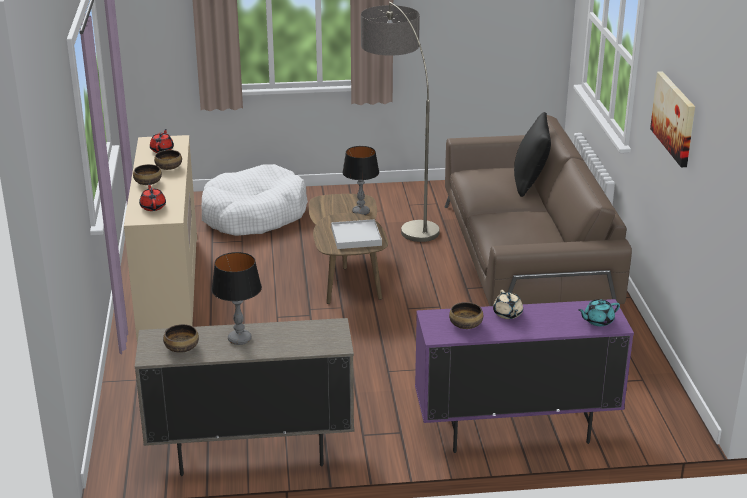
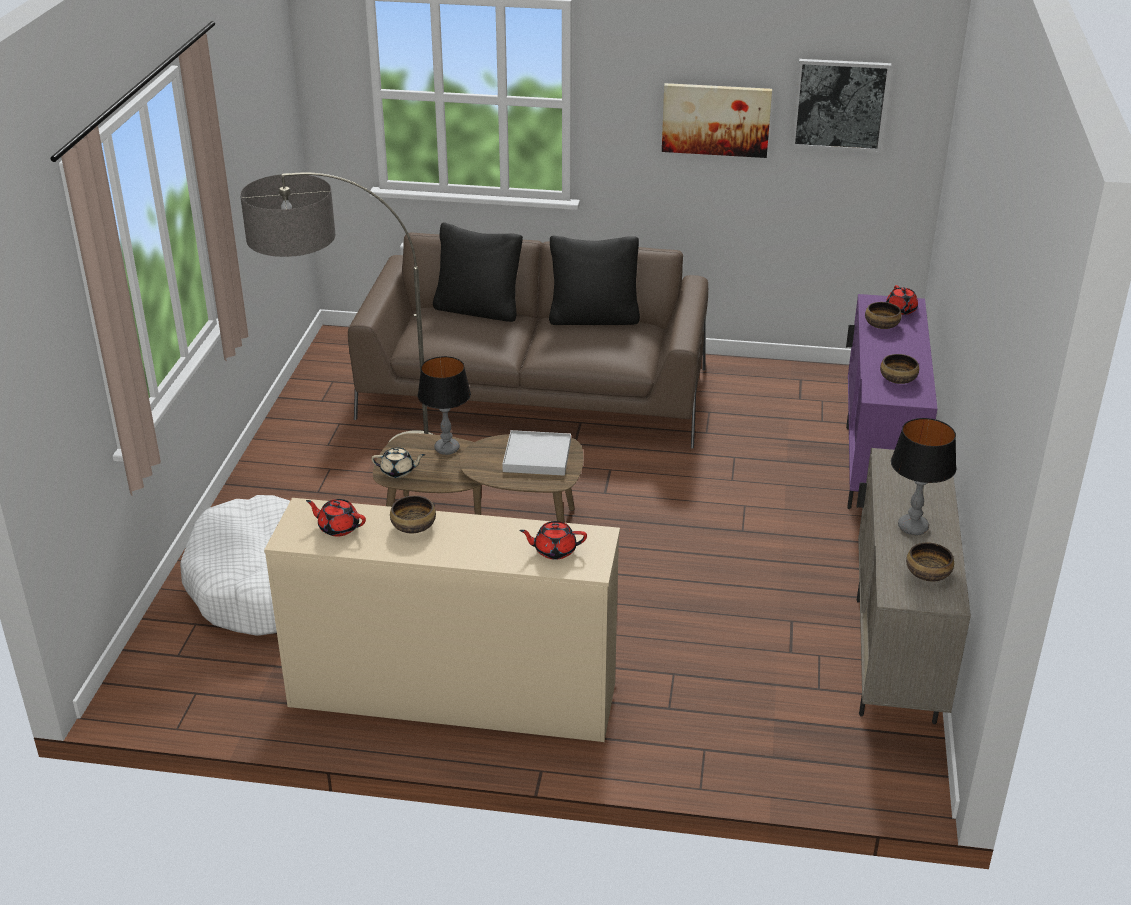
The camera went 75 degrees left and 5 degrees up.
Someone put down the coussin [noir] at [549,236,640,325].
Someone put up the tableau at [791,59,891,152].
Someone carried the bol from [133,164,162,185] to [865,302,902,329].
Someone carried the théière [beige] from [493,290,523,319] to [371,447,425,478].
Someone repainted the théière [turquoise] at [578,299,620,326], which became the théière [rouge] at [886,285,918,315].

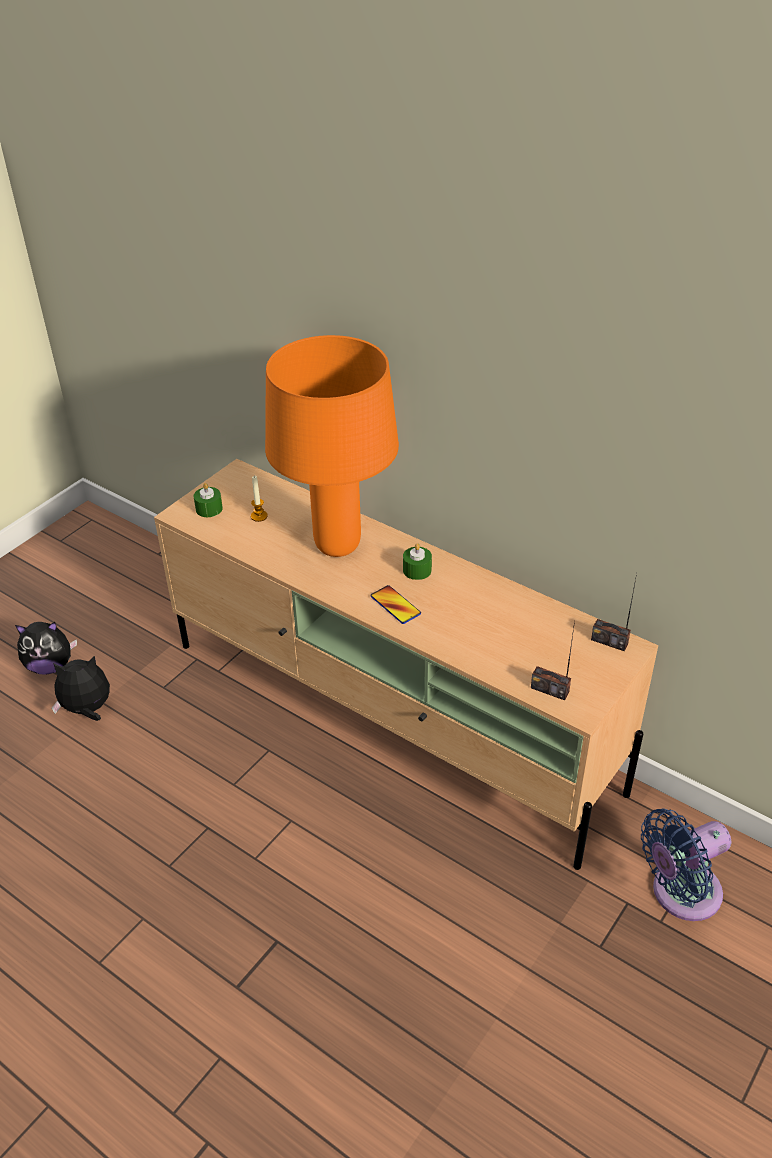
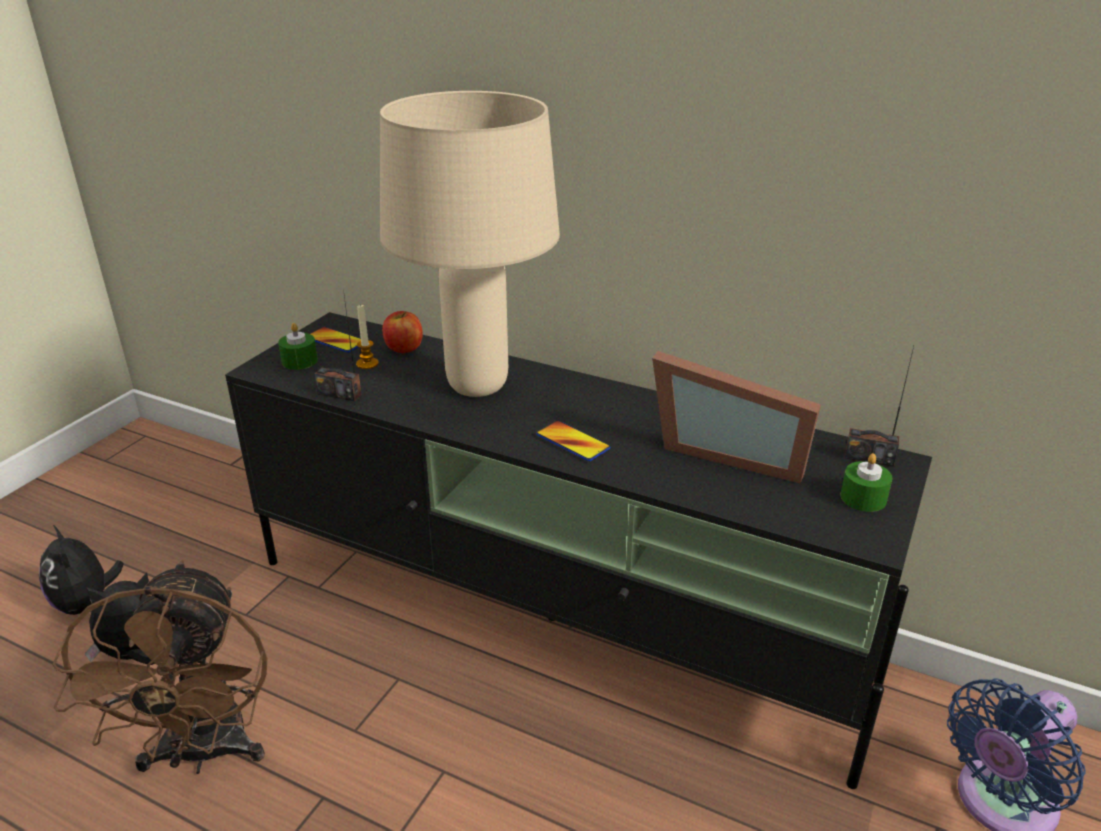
The camera went 10 degrees left and 10 degrees down.
Someone put down the ventilateur [marron] at [53,561,267,774].
Someone put down the téléphone at [309,327,361,353].
Someone put down the pomme at [382,311,423,353].
Someone put down the cadre photo at [652,351,821,483].
Someone carried the bougie [vert] from [403,543,432,580] to [841,453,892,512].
Someone carried the radio from [531,621,575,700] to [314,290,362,401].
Someone repainted the meuble télé [beige] at [154,459,658,870], which became the meuble télé [noir] at [225,312,932,789].
Someone repainted the lampe de table [orange] at [265,335,399,557], which became the lampe de table [beige] at [380,91,560,397].
Someone rotated the peluche at [15,622,77,675] by 75 degrees clockwise.

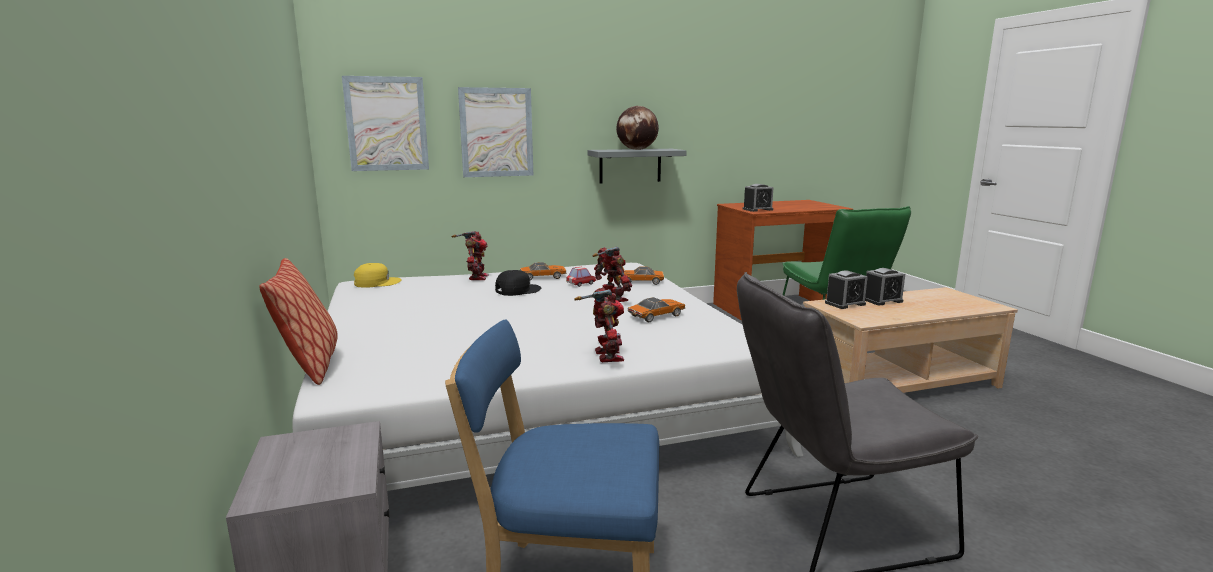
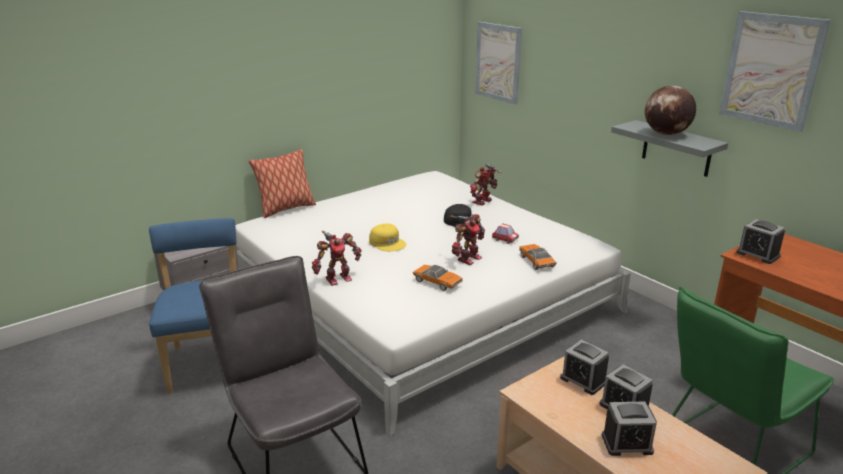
The camera went 70 degrees right and 10 degrees up.
Someone took away the petite voiture at [520,262,566,280].
Someone put down the réveil at [602,402,657,456].
Someone carried the casquette [jaune] from [354,263,402,288] to [369,223,406,251].
Someone carried the tableau from [458,87,533,177] to [719,11,831,132].
Someone rotated the robot jouet at [452,231,489,280] by 150 degrees clockwise.

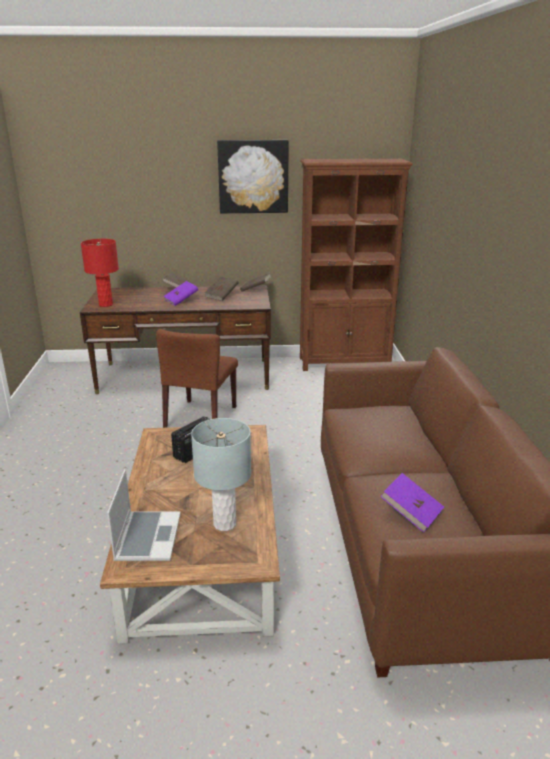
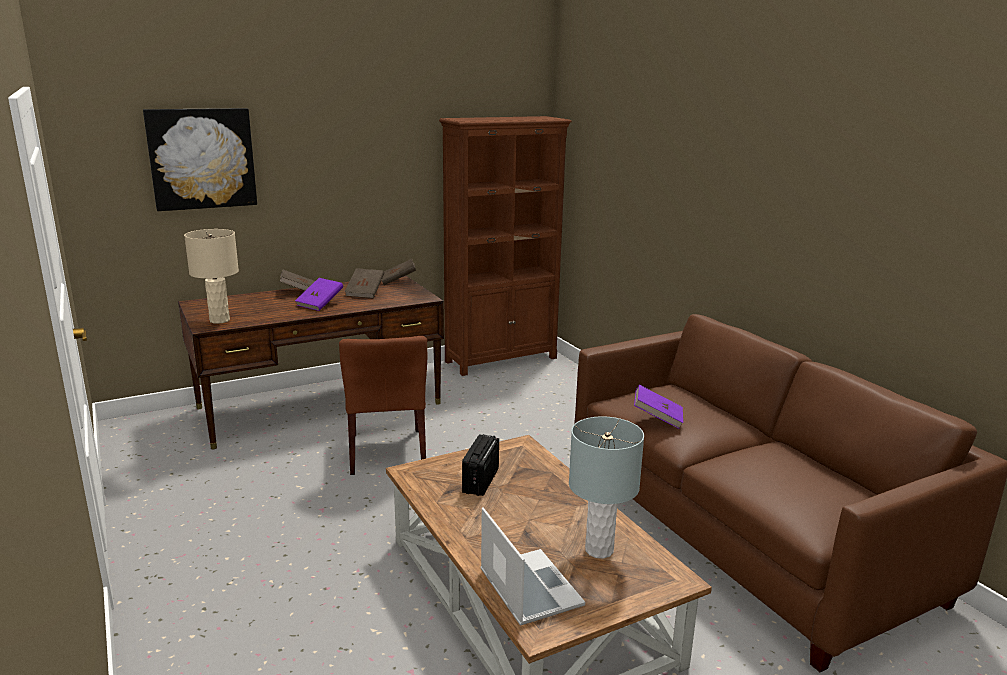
The camera went 25 degrees left and 5 degrees down.
Someone carried the tableau from [217,140,289,213] to [143,108,257,211].
Someone carried the livre [violet] from [380,473,444,533] to [634,385,683,429].
Someone repainted the lampe de table [rouge] at [81,239,119,307], which became the lampe de table [beige] at [184,229,239,324].

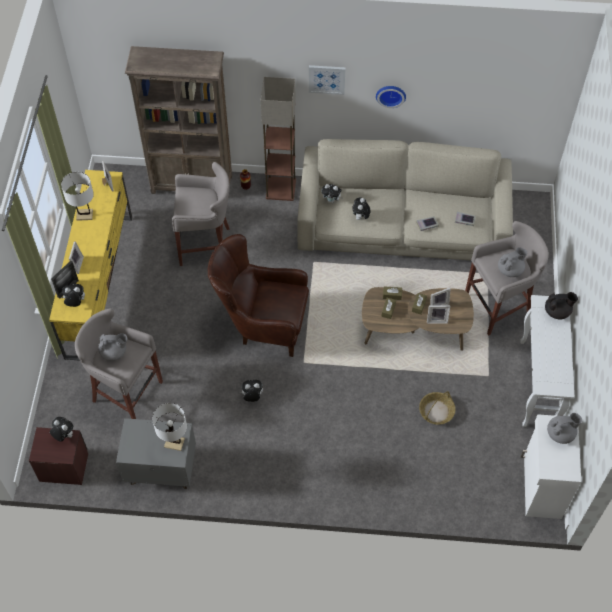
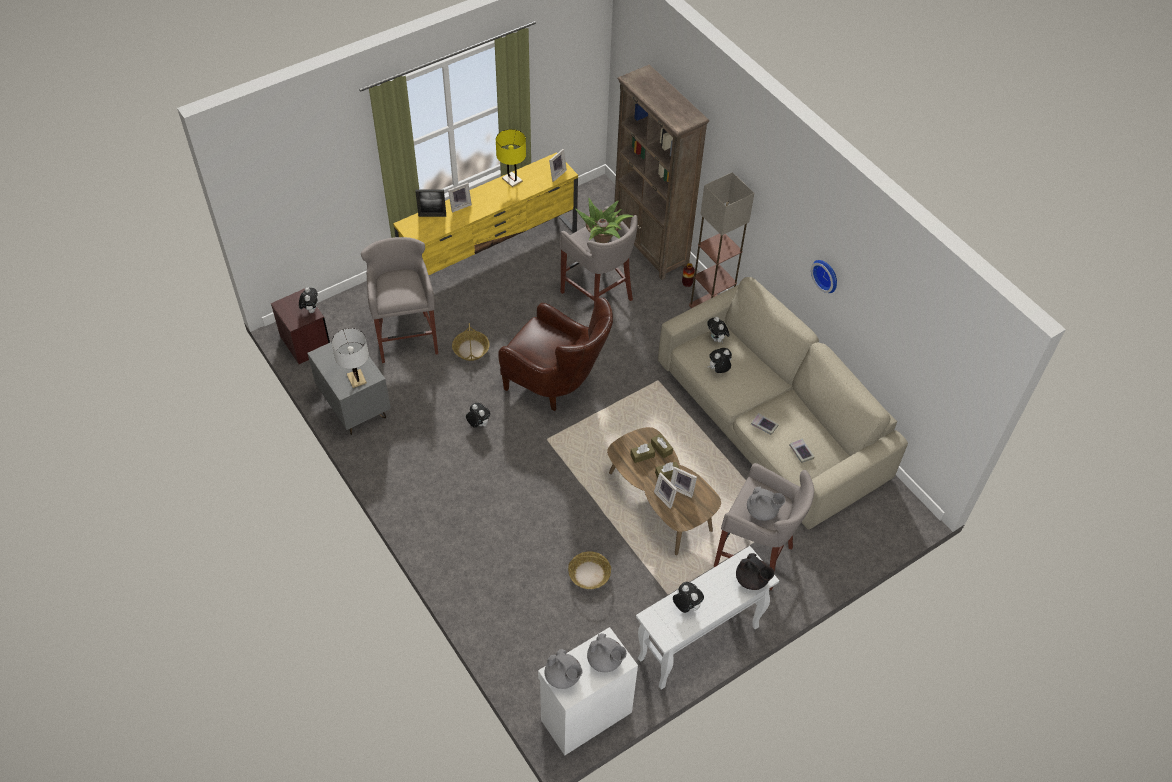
The camera went 50 degrees right and 5 degrees down.
Someone took away the tableau at [309,65,346,95].
Someone put down the panier at [452,323,490,361].
Someone put down the plante en pot at [575,198,633,243].
Someone carried the peluche from [61,284,85,307] to [673,582,704,613].
Someone carried the théière [gris] from [98,333,127,361] to [545,649,583,689].
Someone repainted the lampe de table [blanc] at [61,172,94,221], which became the lampe de table [jaune] at [496,129,526,187].
Someone rotated the fauteuil [marron] at [208,234,309,357] by 150 degrees clockwise.

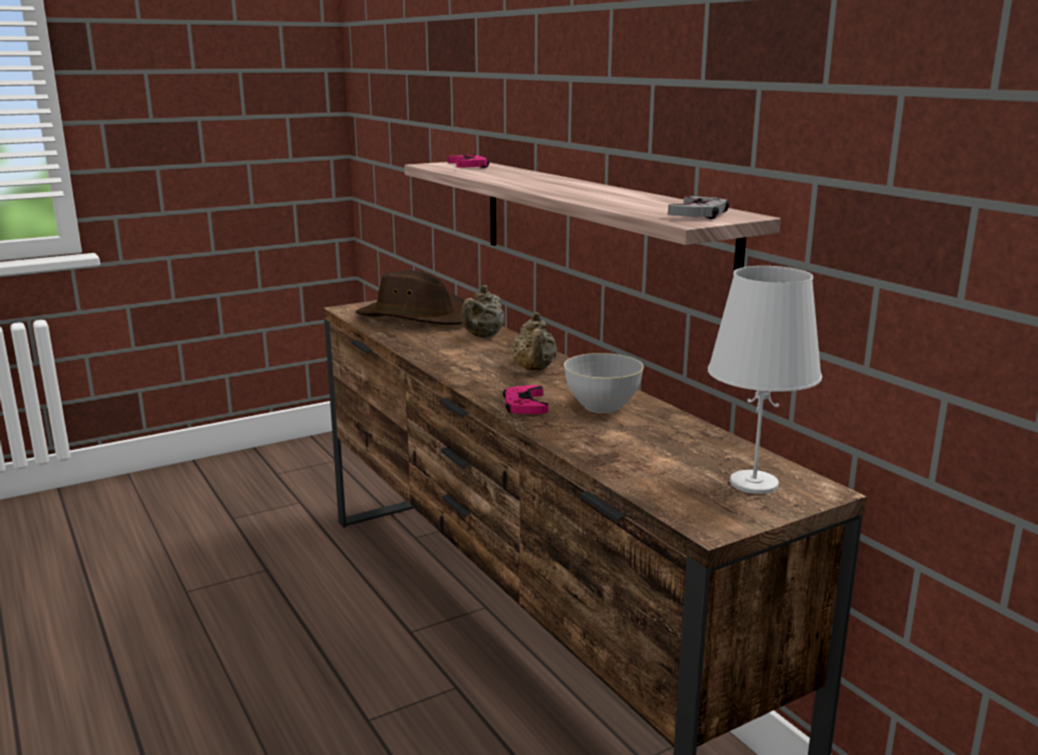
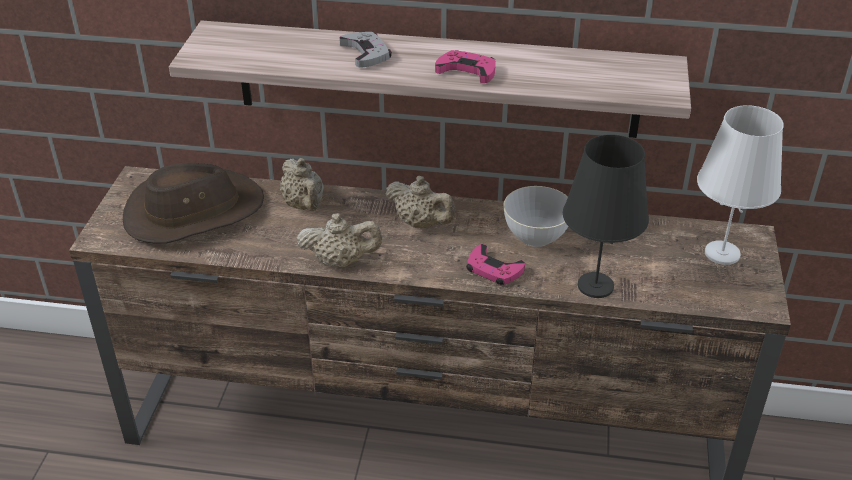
The camera went 50 degrees left and 20 degrees up.
Someone put down the théière [beige] at [297,213,382,267].
Someone put down the lampe de table [noir] at [563,134,649,298].
Someone carried the manette [rose] from [448,155,490,168] to [435,50,496,83].
Someone carried the manette [gris] from [668,196,729,219] to [339,32,392,68].

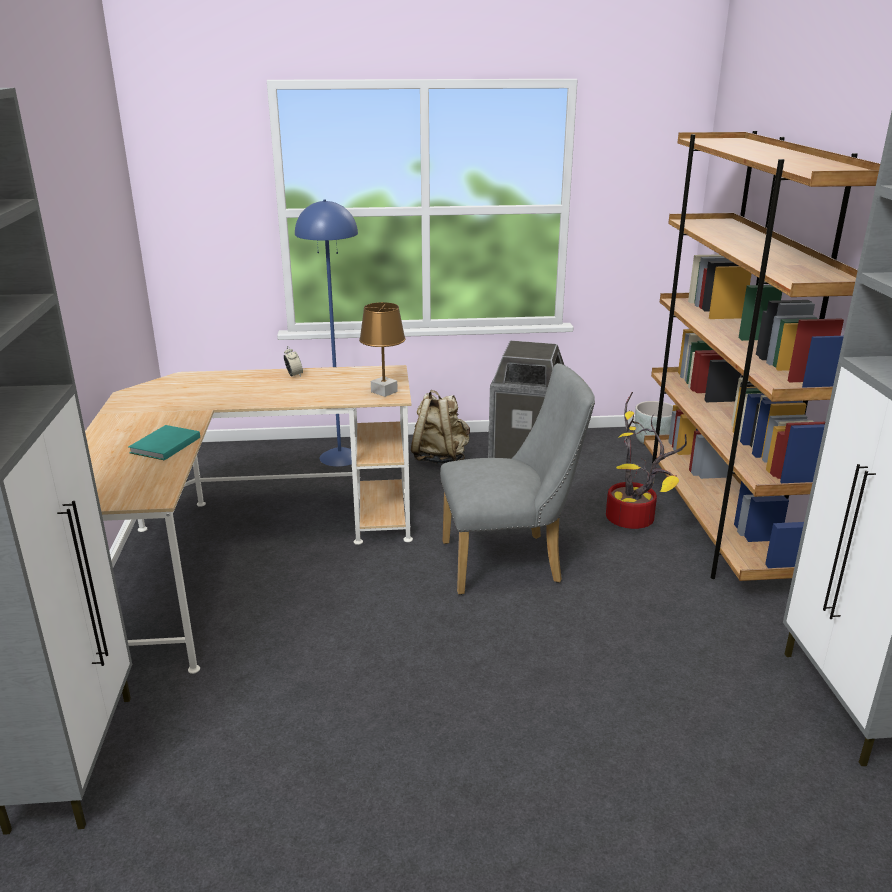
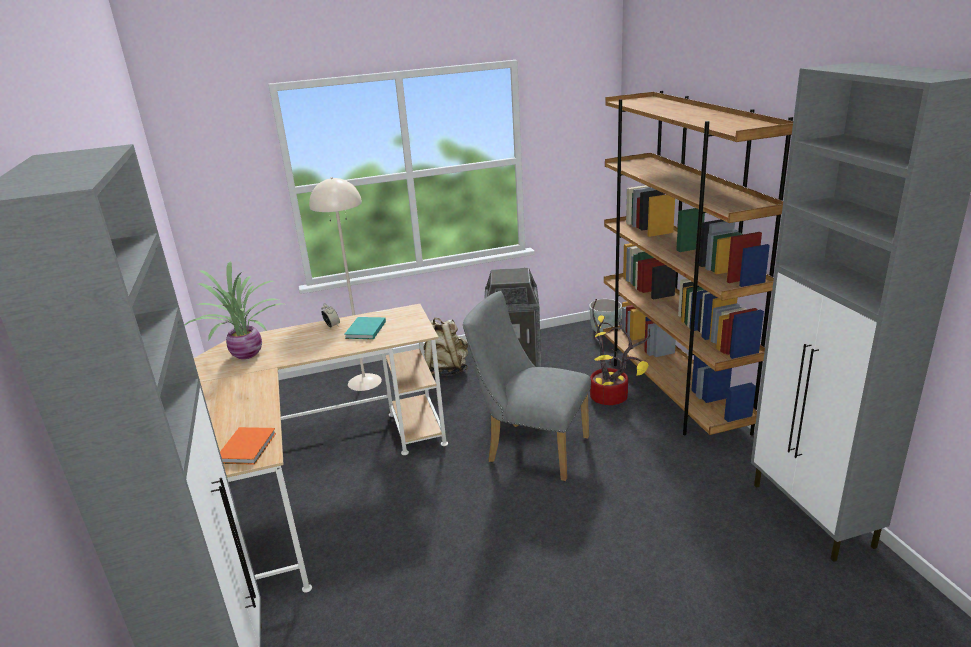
The camera went 10 degrees left and 0 degrees up.
Someone took away the lampe de table [marron] at [359,302,406,397].
Someone put down the plante en pot at [184,262,287,359].
Someone put down the livre [orange] at [220,427,276,465].
Someone carried the livre [turquoise] from [128,425,200,460] to [344,317,386,339].
Someone repainted the lampadaire [bleu] at [295,199,358,467], which became the lampadaire [beige] at [309,177,382,391].
Someone rotated the chaise [gris] at [440,363,595,595] by 135 degrees counterclockwise.

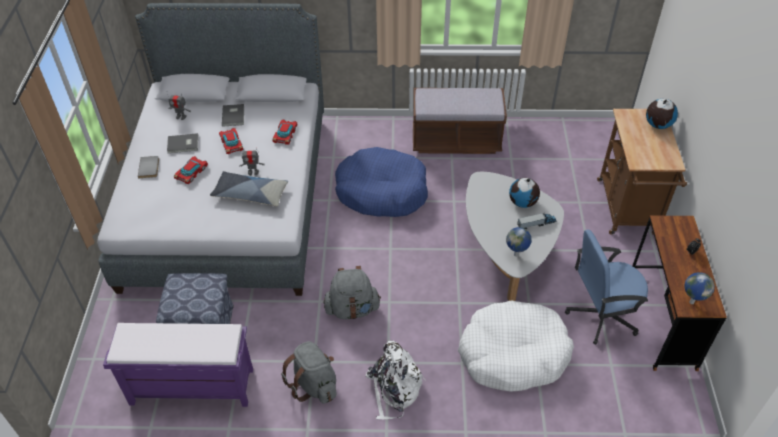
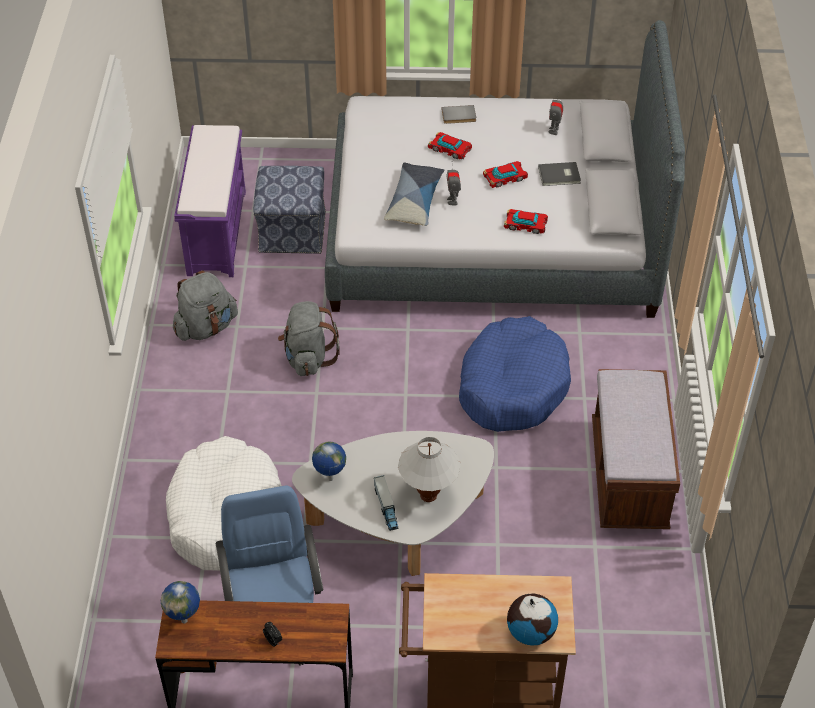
The camera went 90 degrees right and 0 degrees up.
Someone took away the livre [gris] at [167,133,199,153].
Someone took away the sac à dos [blanc] at [366,340,426,419].
Someone swapped the globe at [509,178,540,208] for the lampe de table [blanc] at [398,437,461,502].

